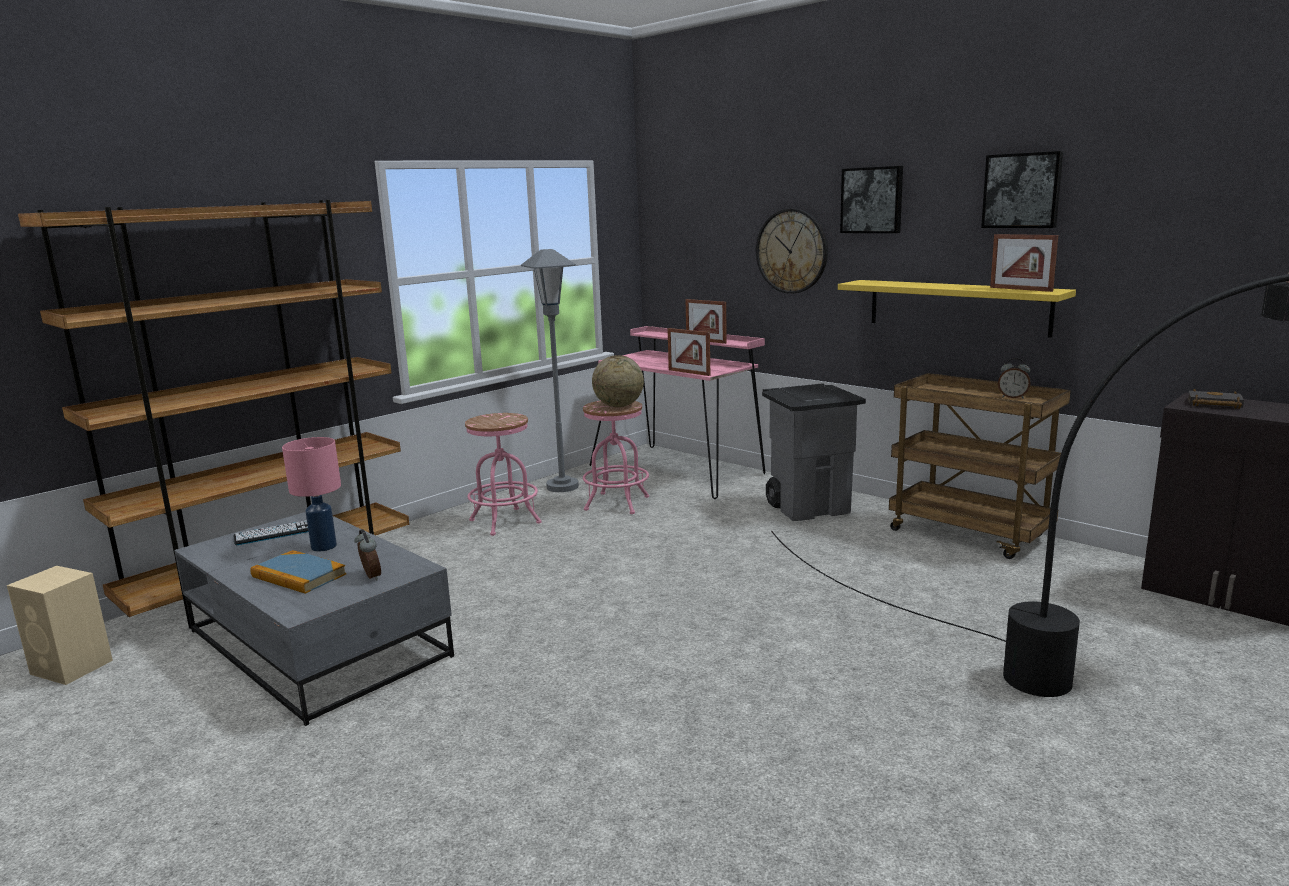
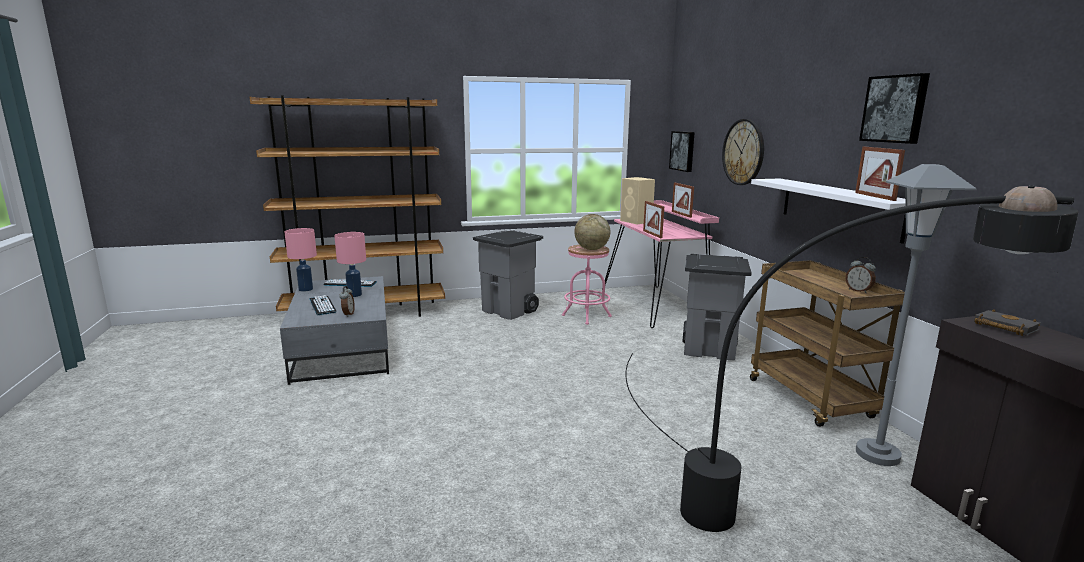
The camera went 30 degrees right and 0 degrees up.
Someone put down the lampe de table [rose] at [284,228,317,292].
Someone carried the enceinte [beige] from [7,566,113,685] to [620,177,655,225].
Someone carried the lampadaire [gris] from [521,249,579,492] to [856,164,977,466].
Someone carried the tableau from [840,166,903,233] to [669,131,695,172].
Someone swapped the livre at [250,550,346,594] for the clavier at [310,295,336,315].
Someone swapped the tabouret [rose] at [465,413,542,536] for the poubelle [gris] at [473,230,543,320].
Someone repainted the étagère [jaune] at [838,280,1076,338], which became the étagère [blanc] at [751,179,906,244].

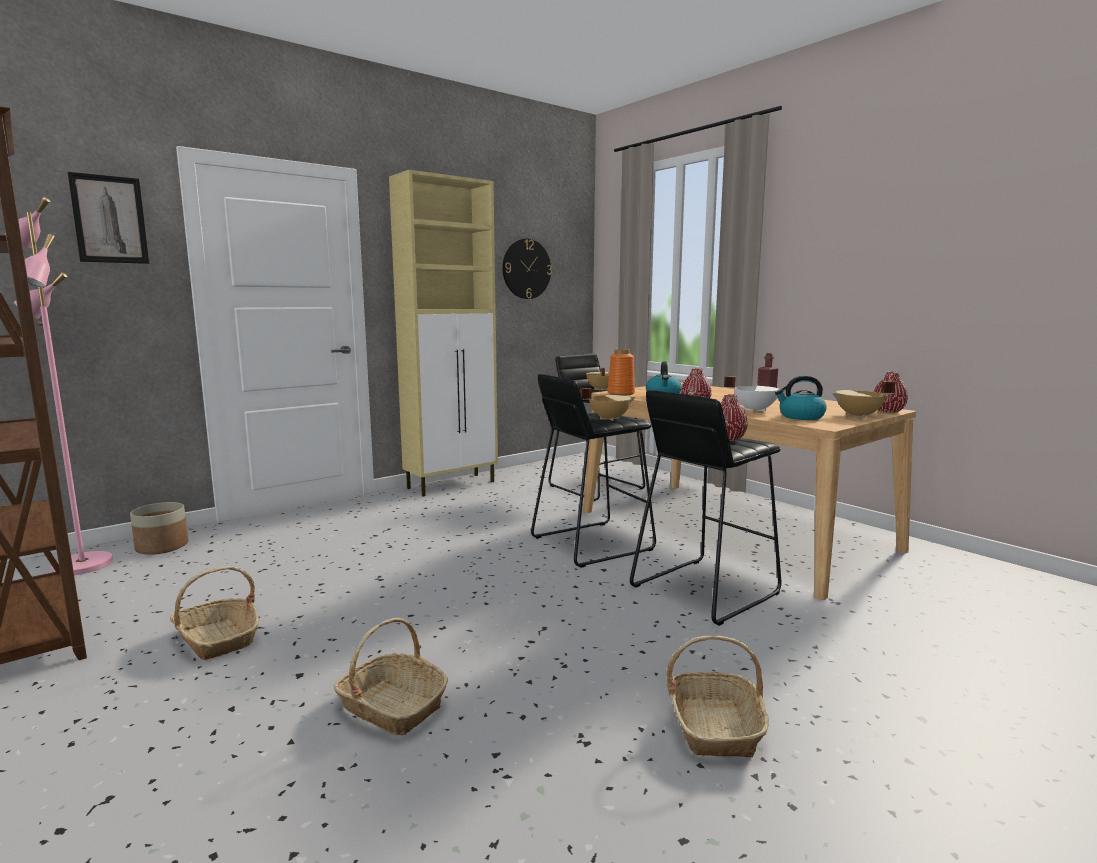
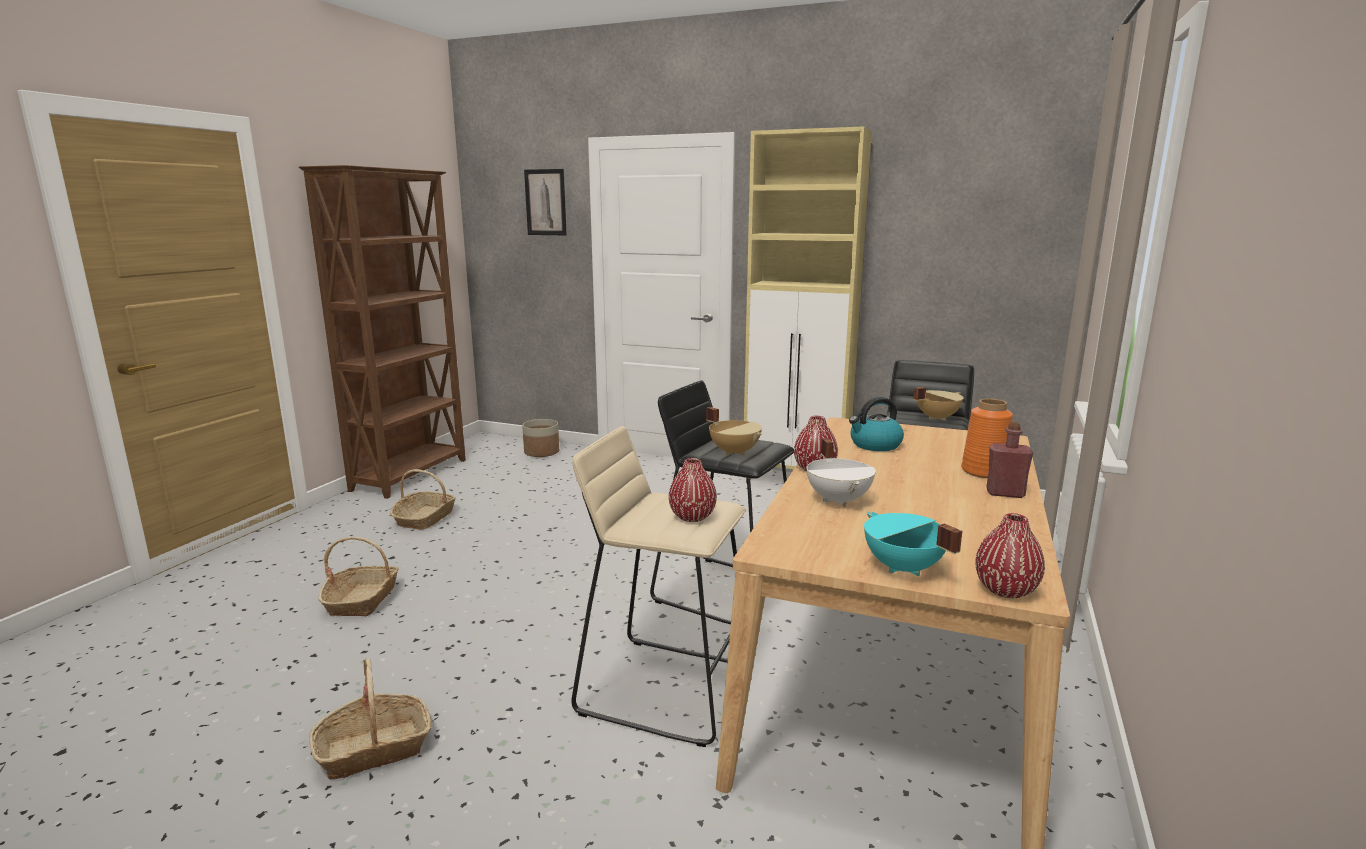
The camera went 60 degrees right and 5 degrees up.
Someone took away the lampadaire [rose] at [5,197,113,575].
Someone took away the horloge murale at [502,239,552,299].
Someone took away the bouilloire at [775,375,827,420].
Someone carried the vase [orange] from [608,349,635,396] to [961,398,1013,478].
Someone repainted the tabouret [noir] at [630,390,782,626], which became the tabouret [beige] at [571,426,746,747].
Someone repainted the marmite [beige] at [832,381,896,418], which became the marmite [turquoise] at [864,512,962,576].

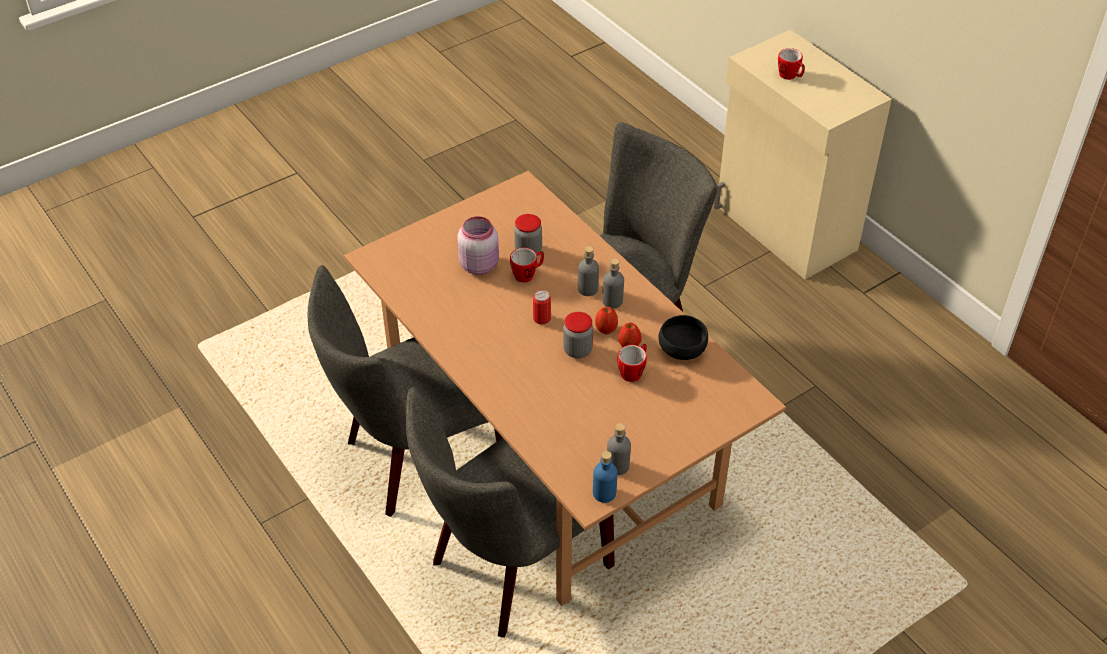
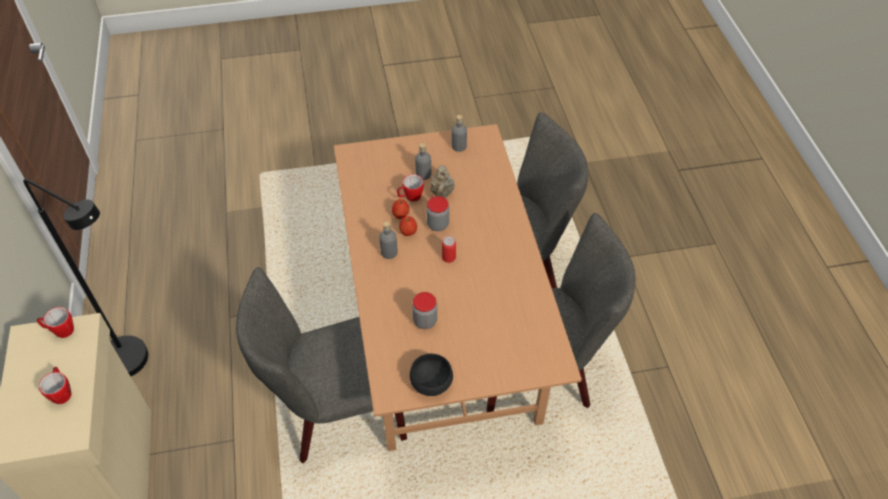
The camera went 155 degrees left and 5 degrees up.
Someone took away the bocal [rose] at [457,216,499,275].
Someone took away the bouteille [bleu] at [593,451,617,503].
Someone put down the lampadaire [noir] at [23,179,148,376].
Someone put down the théière [beige] at [430,165,454,198].
Someone carried the mug from [510,248,544,283] to [37,307,74,338].
Someone carried the bouteille [gris] from [578,246,599,296] to [415,143,431,180].
Someone carried the bol [noir] from [658,315,708,360] to [410,353,453,396].

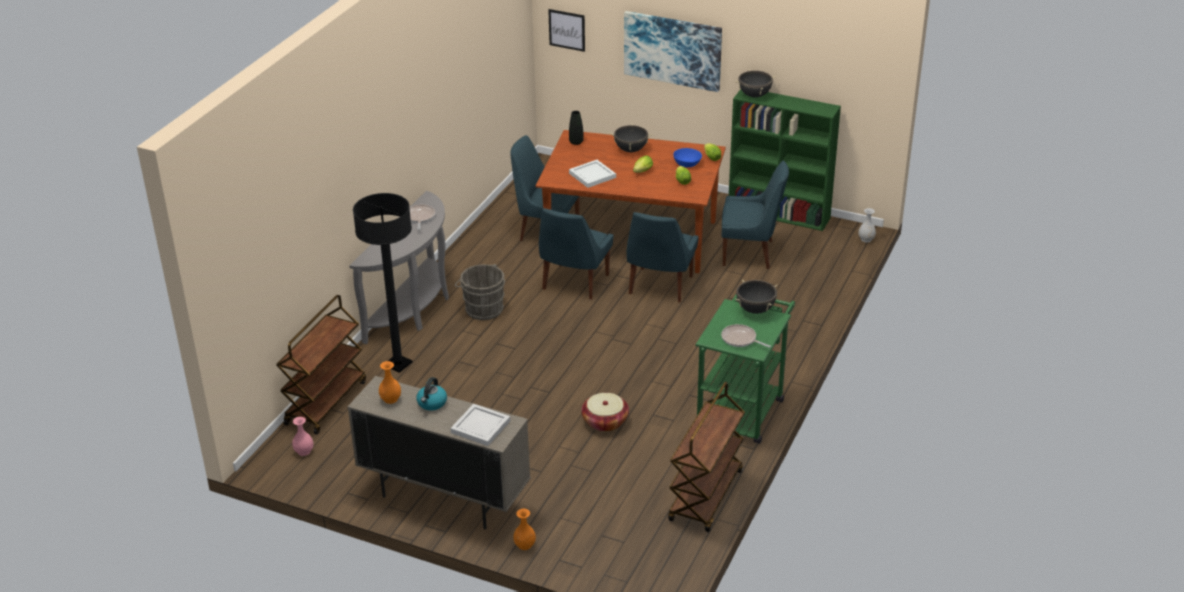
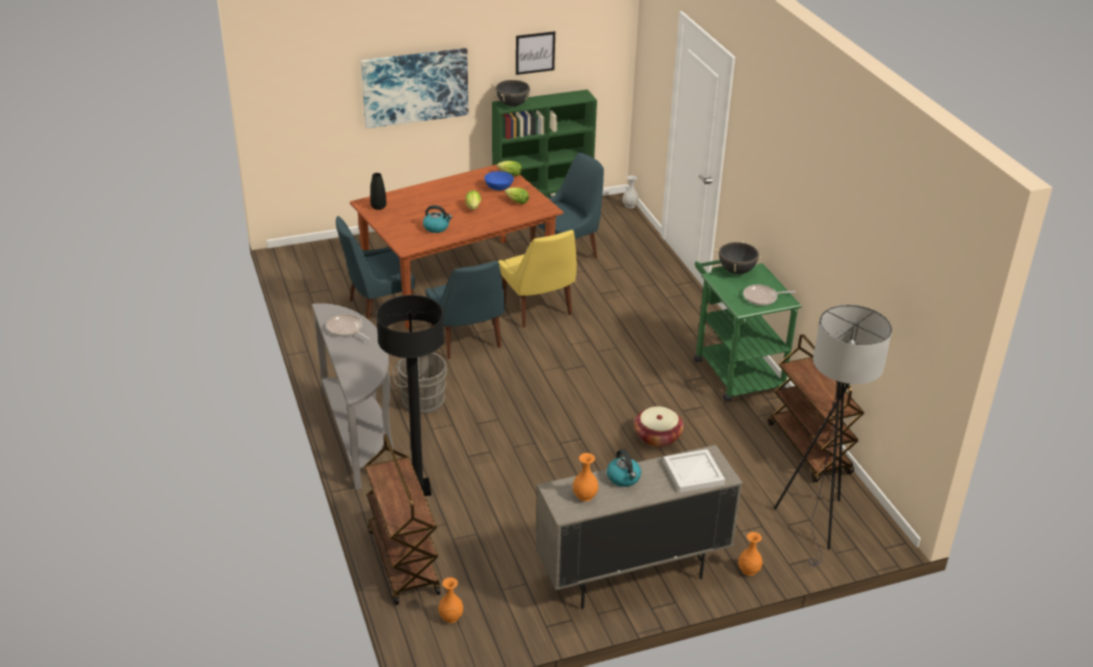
The camera went 45 degrees left and 0 degrees up.
Someone took away the marmite [noir] at [610,124,652,152].
Someone put down the lampadaire [gris] at [774,305,892,566].
Someone carried the tableau from [548,9,585,52] to [516,31,555,75].
Someone swapped the plateau [blanc] at [569,160,616,188] for the bouilloire at [423,205,452,233].
Someone repainted the vase [rose] at [292,417,314,456], which became the vase [orange] at [438,577,463,623].
Someone repainted the chaise [bleu] at [627,212,699,302], which became the chaise [jaune] at [498,230,577,328].

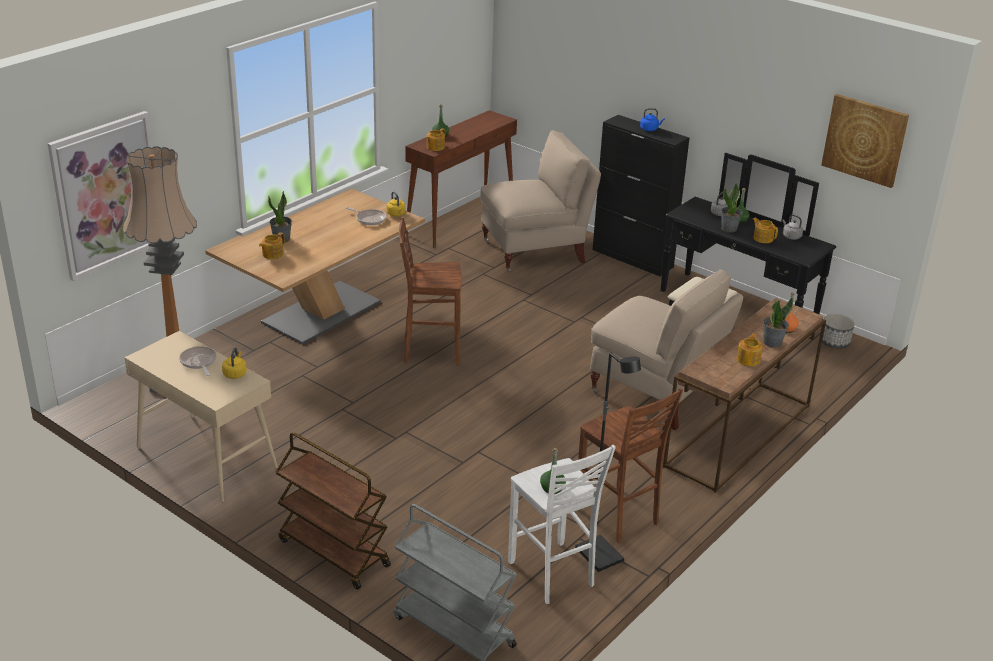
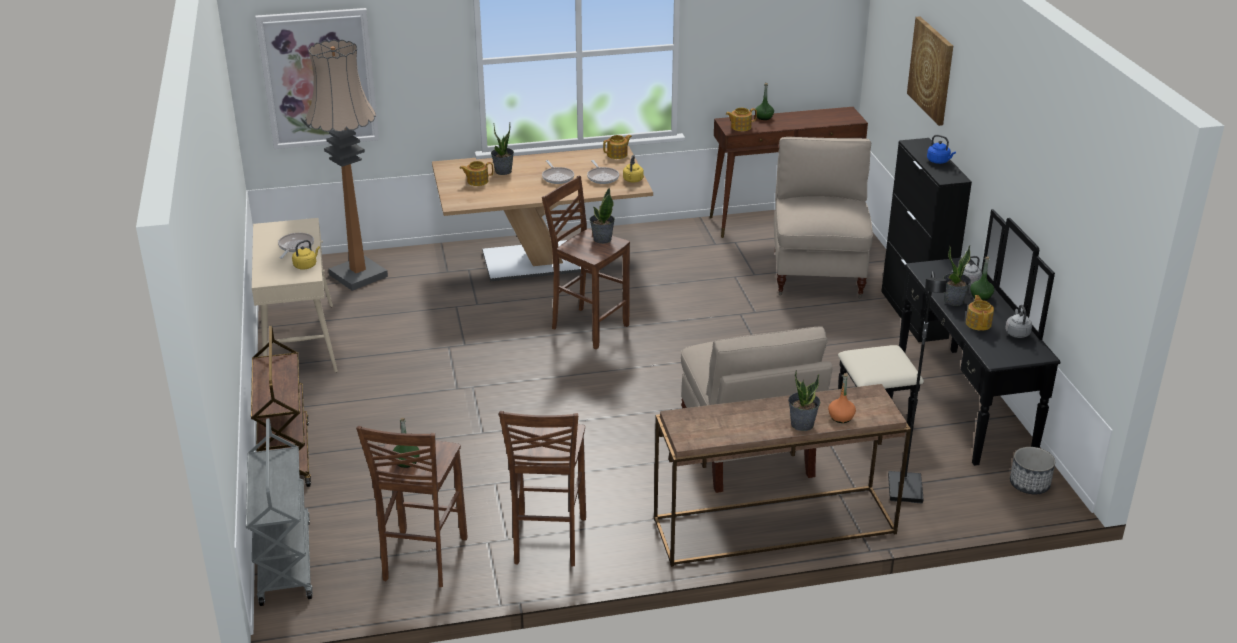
The camera went 40 degrees right and 0 degrees up.
Someone put down the poêle at [542,160,574,184].
Someone put down the plante en pot at [589,188,615,244].
Someone carried the lampadaire [noir] from [575,352,641,572] to [888,271,947,503].
Someone carried the théière from [736,334,763,366] to [603,135,632,159].
Someone carried the tableau from [821,94,909,188] to [907,16,953,126].
Someone repainted the tabouret [blanc] at [508,445,616,604], which became the tabouret [marron] at [356,426,467,587].
Someone rotated the chaise [beige] at [481,130,601,272] by 105 degrees counterclockwise.

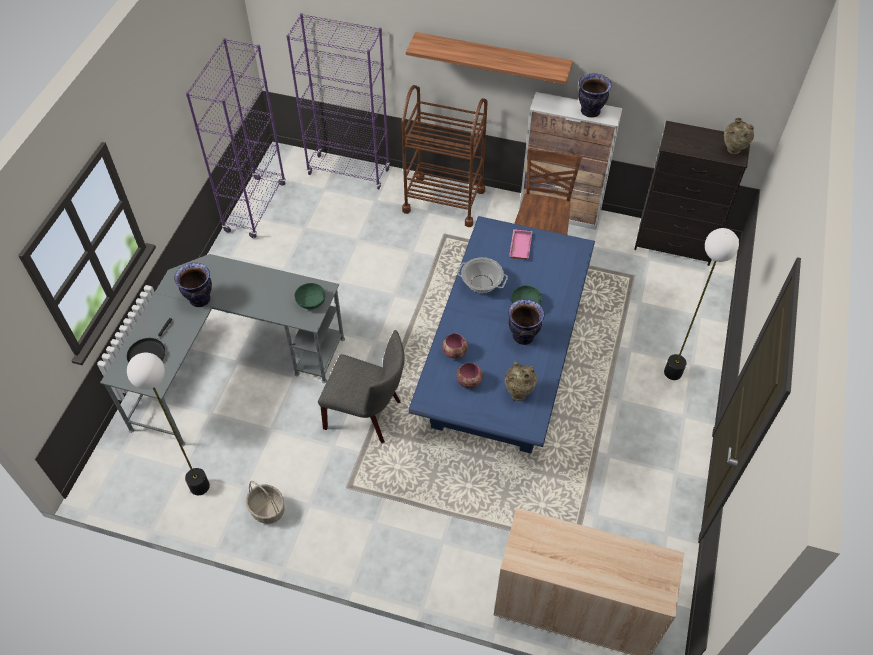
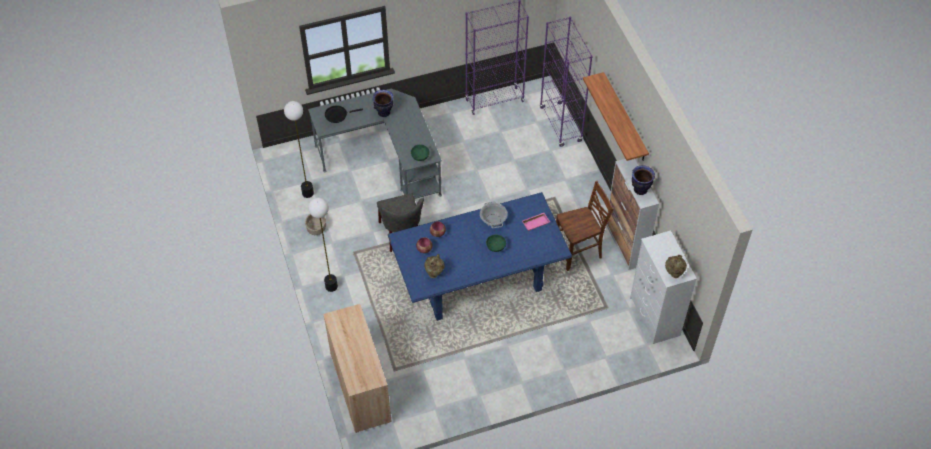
The camera went 55 degrees right and 0 degrees up.
Someone took away the chariot [marron] at [401,85,488,227].
Someone took away the vase at [508,299,545,345].
Someone carried the lampadaire from [664,228,739,380] to [308,198,338,292].
Someone repainted the commode [noir] at [634,121,750,266], which became the commode [blanc] at [630,230,697,344].

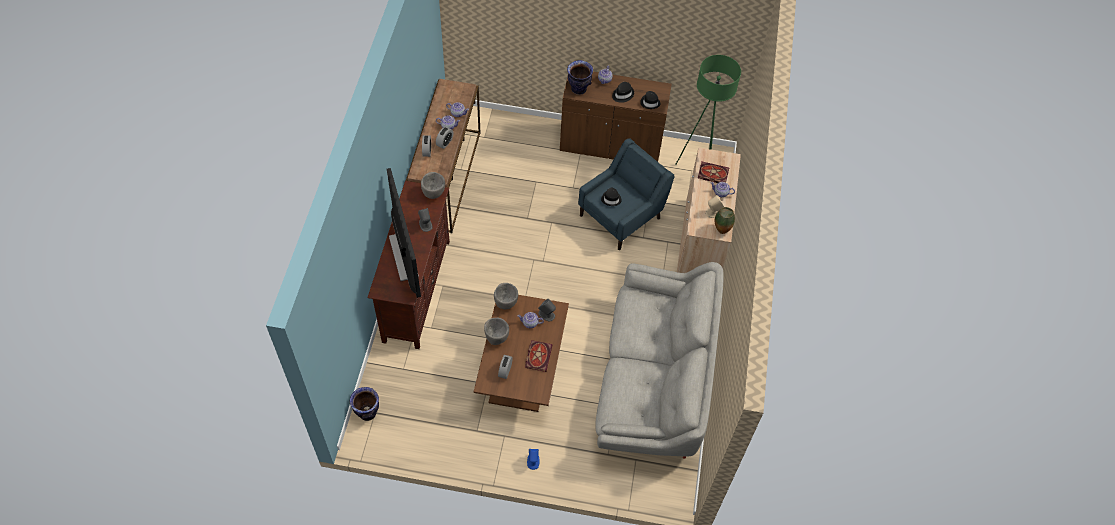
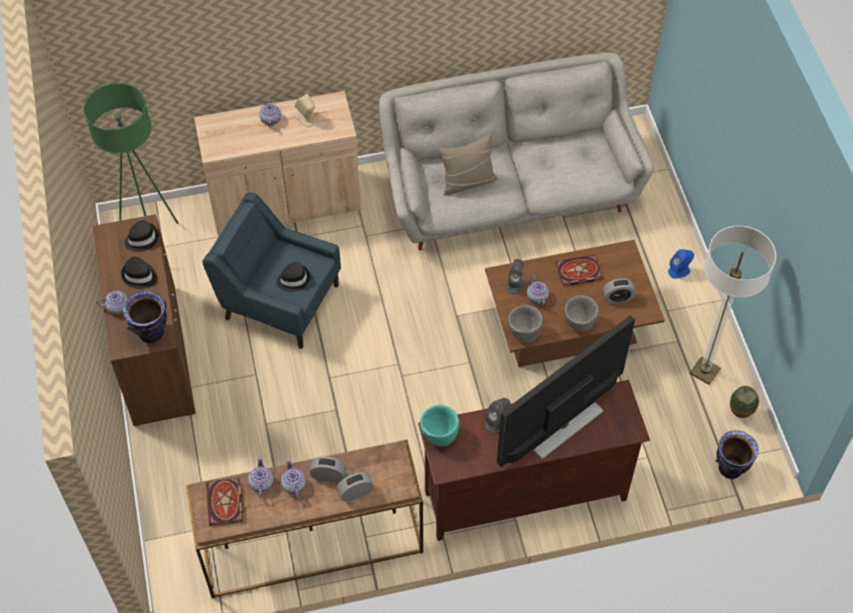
The camera went 110 degrees left and 0 degrees up.
Someone put down the coussin [beige] at [439,134,498,196].
Someone put down the lampadaire at [689,226,776,385].
Someone carried the livre from [698,161,729,183] to [206,478,243,526].
Someone carried the vase from [714,207,735,234] to [730,386,759,418].
Someone repainted the bol [gris] at [421,172,445,199], which became the bol [turquoise] at [420,405,460,446].

